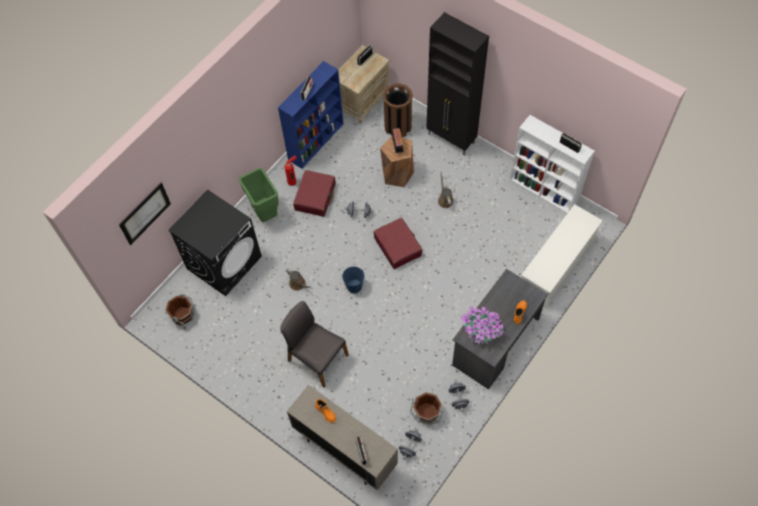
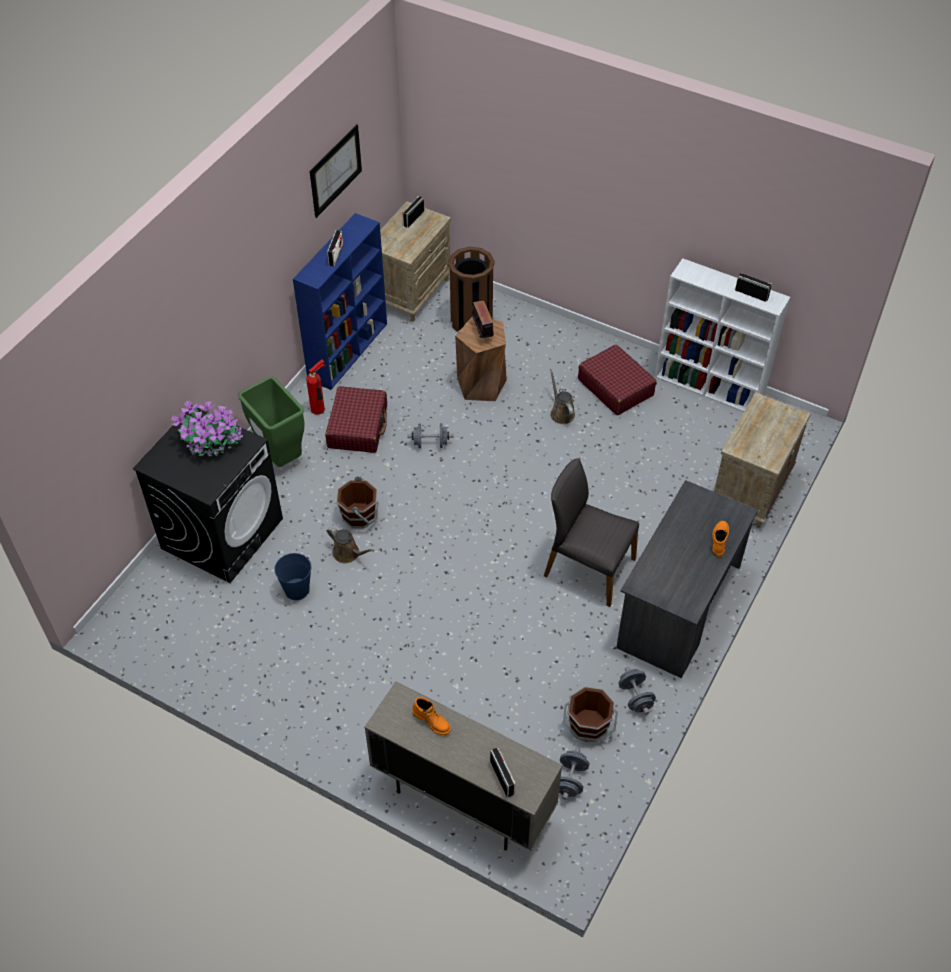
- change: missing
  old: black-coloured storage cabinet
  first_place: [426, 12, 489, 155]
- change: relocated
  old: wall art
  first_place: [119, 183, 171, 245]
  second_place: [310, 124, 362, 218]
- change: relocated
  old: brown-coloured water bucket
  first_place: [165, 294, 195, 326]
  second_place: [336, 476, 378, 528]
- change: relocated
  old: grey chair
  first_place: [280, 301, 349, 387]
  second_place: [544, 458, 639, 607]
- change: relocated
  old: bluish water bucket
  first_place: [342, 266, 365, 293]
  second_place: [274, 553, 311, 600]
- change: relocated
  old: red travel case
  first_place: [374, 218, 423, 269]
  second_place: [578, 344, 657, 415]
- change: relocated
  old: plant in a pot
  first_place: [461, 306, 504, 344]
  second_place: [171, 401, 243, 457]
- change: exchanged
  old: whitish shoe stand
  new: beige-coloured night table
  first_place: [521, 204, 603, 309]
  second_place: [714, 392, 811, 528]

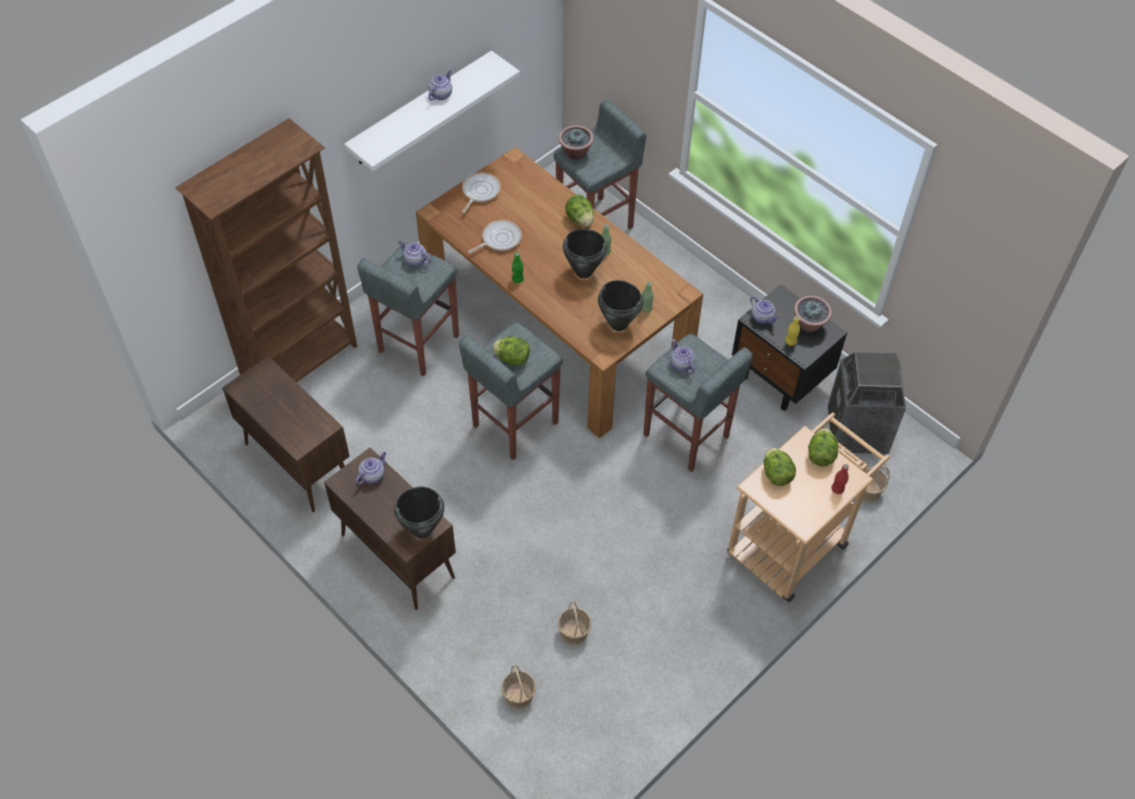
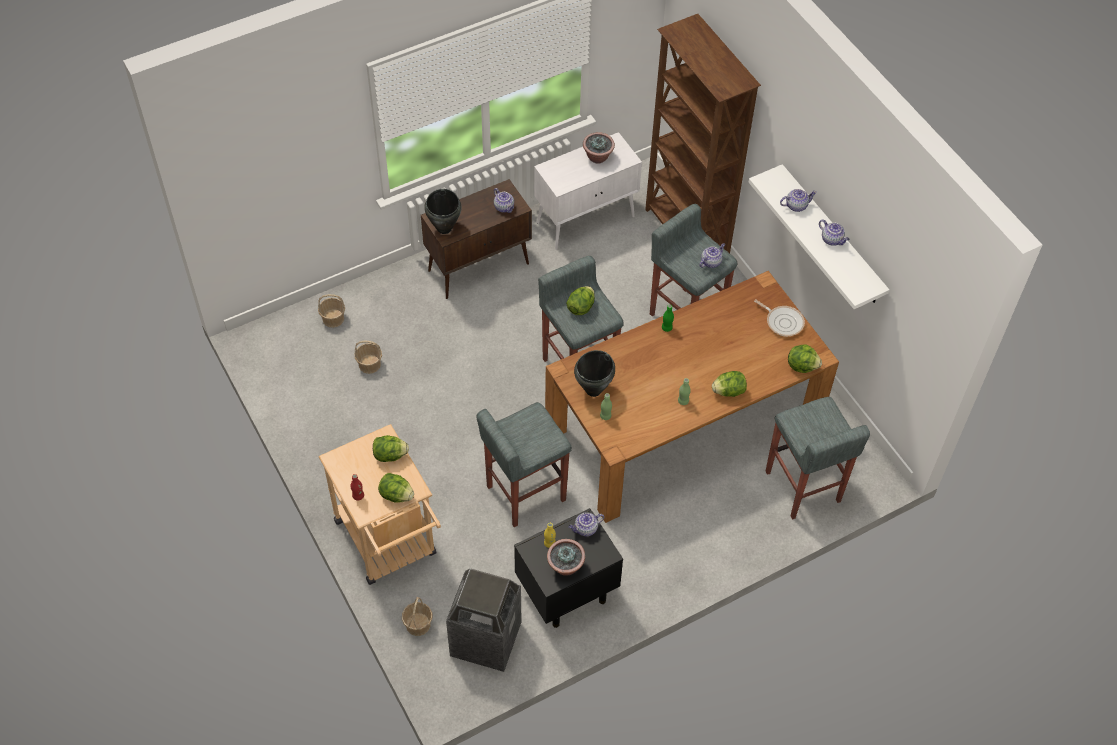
- change: missing
  old: skillet
  first_place: [468, 220, 522, 253]
- change: missing
  old: black-coloured cooking pot
  first_place: [563, 229, 607, 279]
- change: appeared
  new: head of lettuce
  second_place: [788, 344, 822, 373]
- change: relocated
  old: plant in a pot
  first_place: [559, 125, 594, 160]
  second_place: [583, 132, 615, 164]
- change: relocated
  old: teapot
  first_place: [670, 339, 695, 374]
  second_place: [780, 189, 817, 212]
- change: colour
  old: brown-coloured storage cabinet
  new: whitish storage cabinet
  first_place: [222, 356, 350, 512]
  second_place: [534, 132, 642, 250]

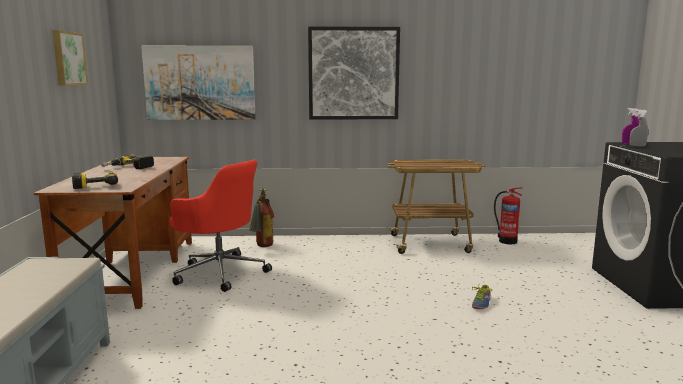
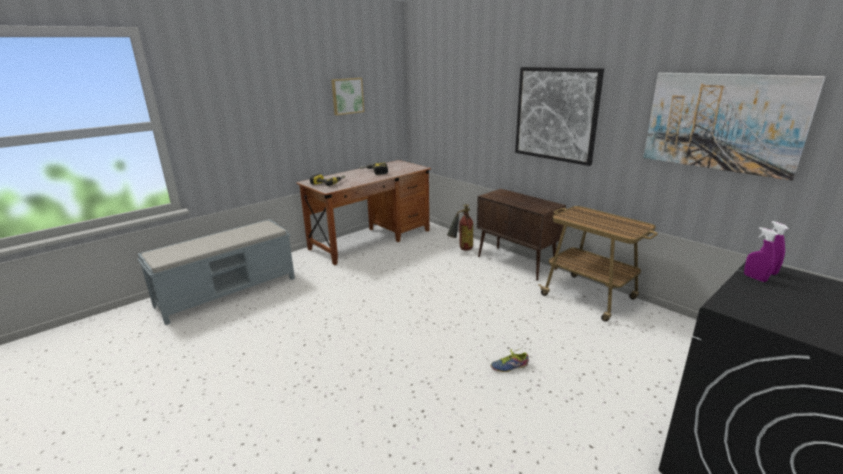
- change: missing
  old: red desk chair
  first_place: [169, 160, 272, 292]
- change: missing
  old: fire-fighting cylinder
  first_place: [494, 187, 522, 244]
- change: appeared
  new: brown-coloured storage cabinet
  second_place: [477, 189, 566, 281]
- change: relocated
  old: wall art
  first_place: [141, 46, 256, 120]
  second_place: [643, 73, 825, 181]
- change: colour
  old: grey sprayer
  new: purple-coloured sprayer
  first_place: [630, 109, 648, 147]
  second_place: [744, 227, 778, 282]

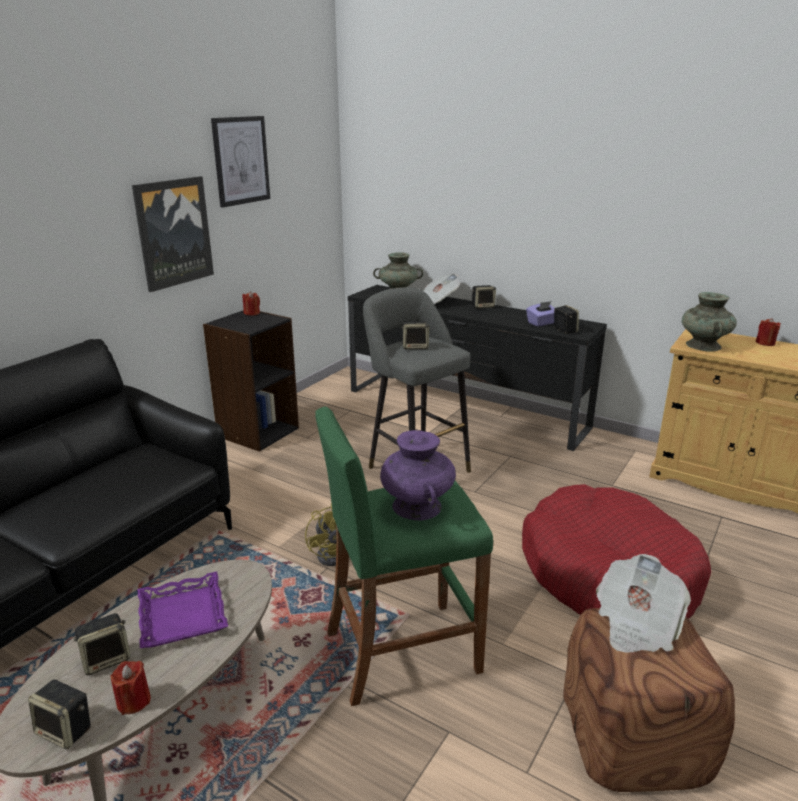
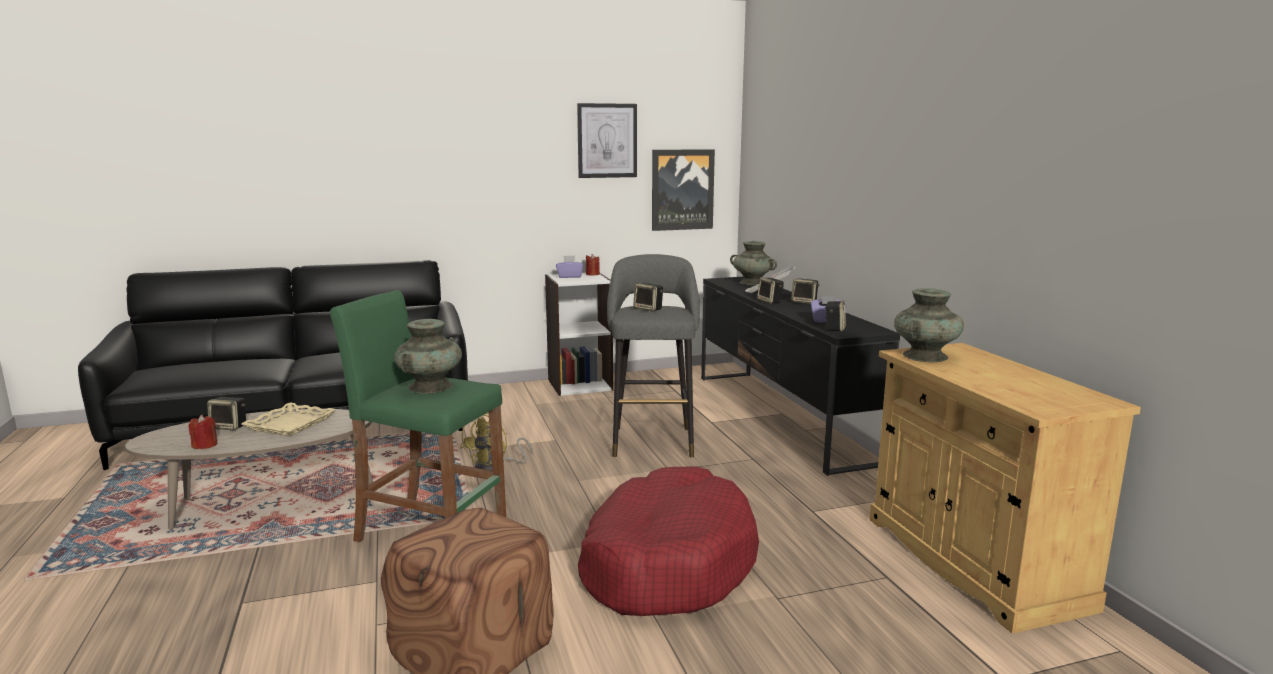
- change: missing
  old: daily paper
  first_place: [596, 554, 691, 652]
- change: missing
  old: red candle
  first_place: [756, 318, 781, 346]
- change: appeared
  new: purple-coloured tissue box
  second_place: [556, 255, 583, 278]
- change: relocated
  old: speaker
  first_place: [28, 680, 91, 749]
  second_place: [757, 277, 784, 304]
- change: relocated
  old: wall art
  first_place: [132, 176, 214, 292]
  second_place: [652, 149, 715, 231]
- change: colour
  old: purple-coloured serving tray
  new: beige-coloured serving tray
  first_place: [138, 572, 228, 648]
  second_place: [241, 403, 336, 436]
- change: colour
  old: black-coloured bookshelf
  new: whitish bookshelf
  first_place: [203, 311, 299, 452]
  second_place: [545, 273, 613, 396]
- change: colour
  old: purple-coloured decorative vase
  new: blue-green decorative vase
  first_place: [380, 430, 456, 521]
  second_place: [394, 319, 462, 394]

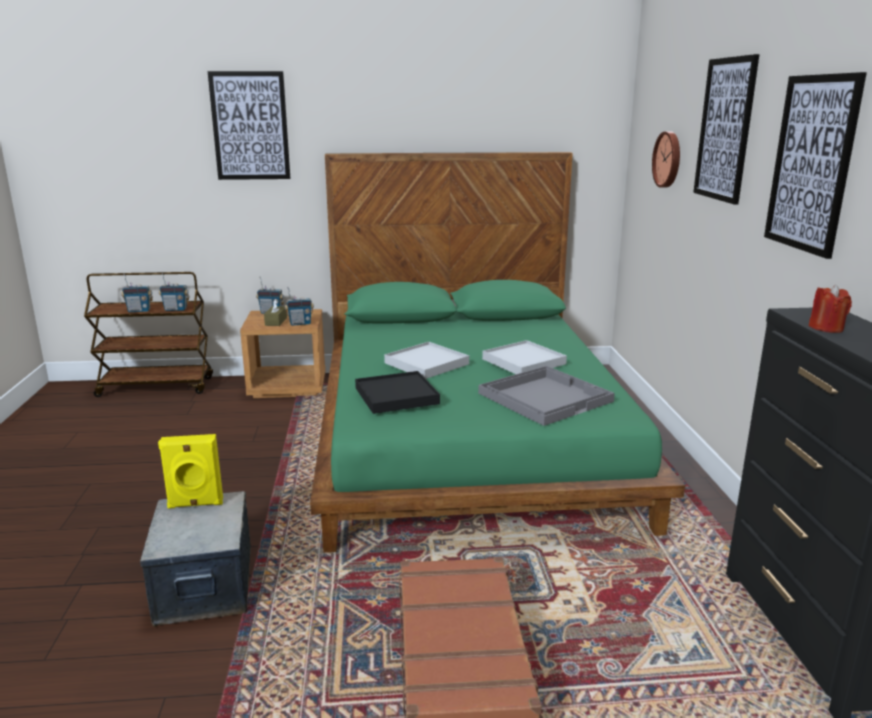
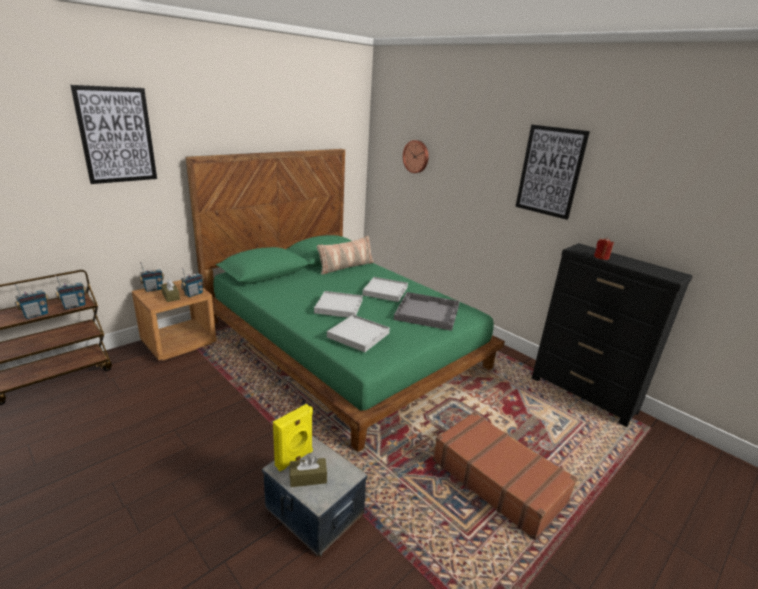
- change: missing
  old: wall art
  first_place: [693, 54, 759, 205]
- change: appeared
  new: brown-coloured tissue box
  second_place: [289, 456, 327, 487]
- change: appeared
  new: throw pillow
  second_place: [317, 236, 374, 275]
- change: colour
  old: black-coloured serving tray
  new: whitish serving tray
  first_place: [355, 371, 440, 414]
  second_place: [327, 315, 390, 352]

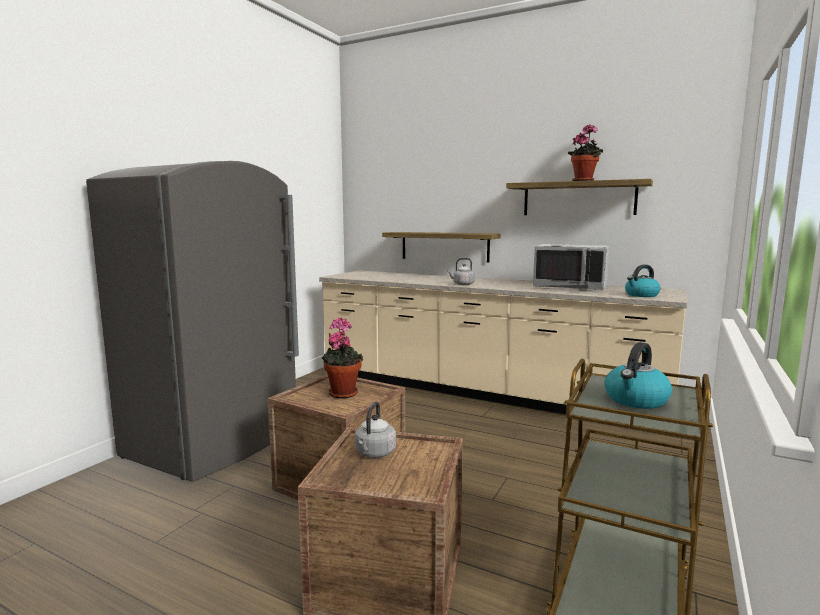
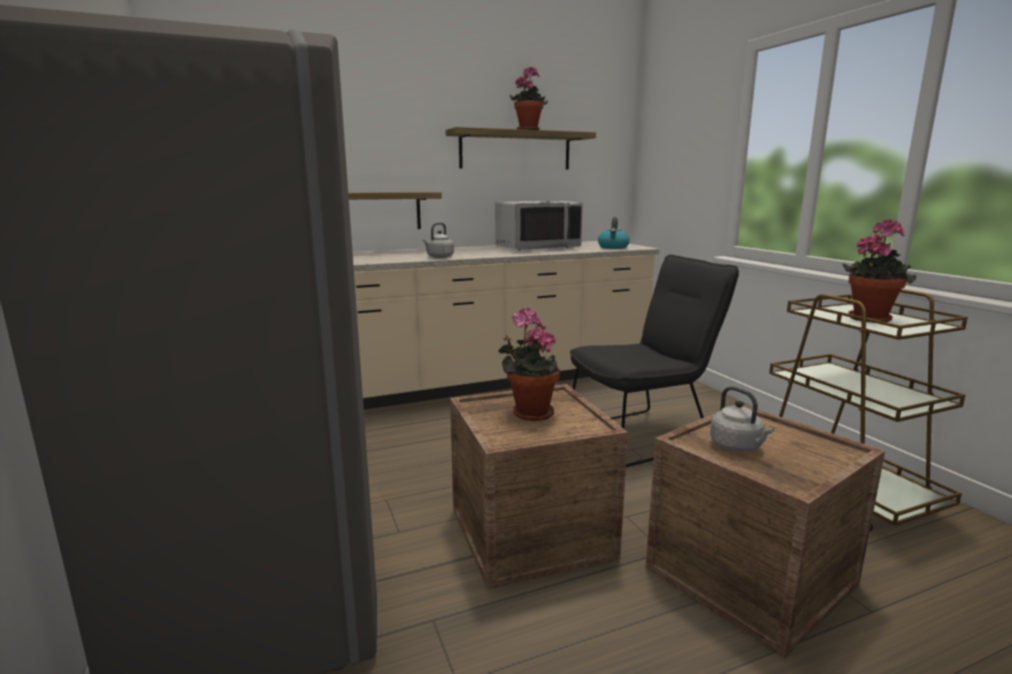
- change: appeared
  new: black-coloured chair
  second_place: [570, 255, 739, 467]
- change: exchanged
  old: tea kettle
  new: plant in a pot
  first_place: [605, 342, 672, 409]
  second_place: [842, 218, 916, 323]

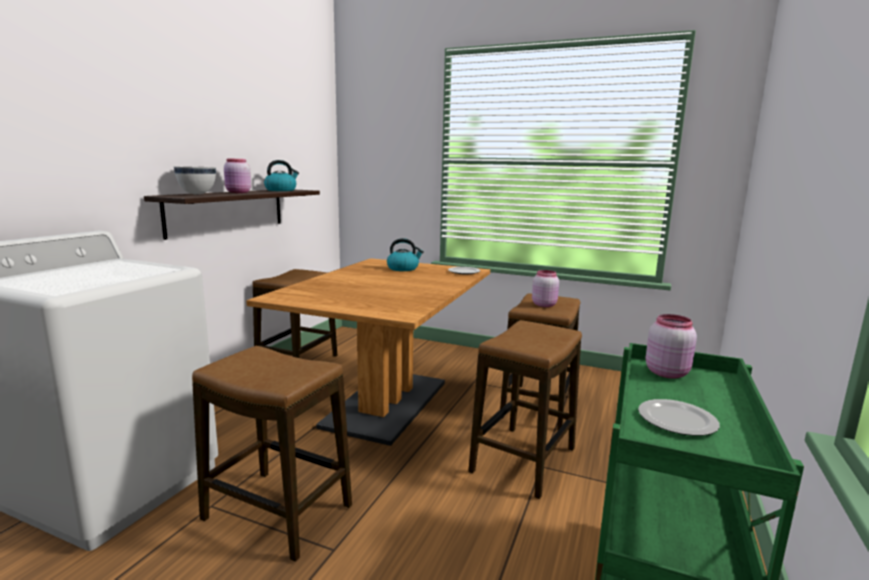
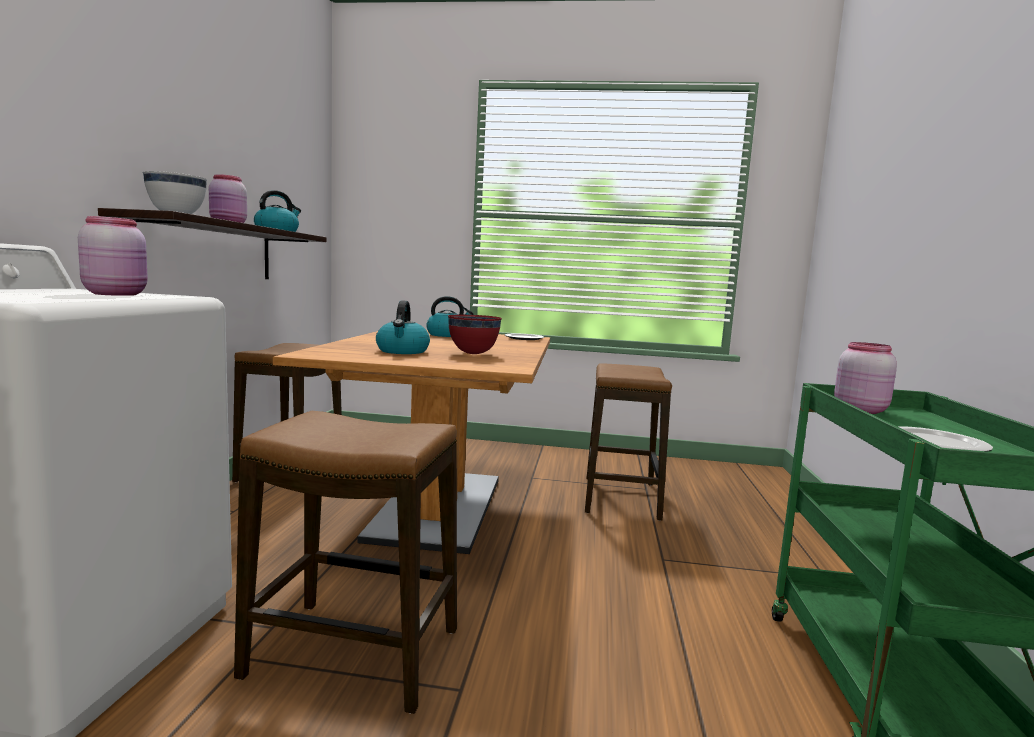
- change: missing
  old: stool
  first_place: [468, 320, 582, 499]
- change: appeared
  new: tea kettle
  second_place: [376, 300, 430, 354]
- change: appeared
  new: red deep dish
  second_place: [448, 315, 502, 354]
- change: relocated
  old: pinkish preserve jar
  first_place: [532, 270, 559, 307]
  second_place: [78, 216, 148, 296]

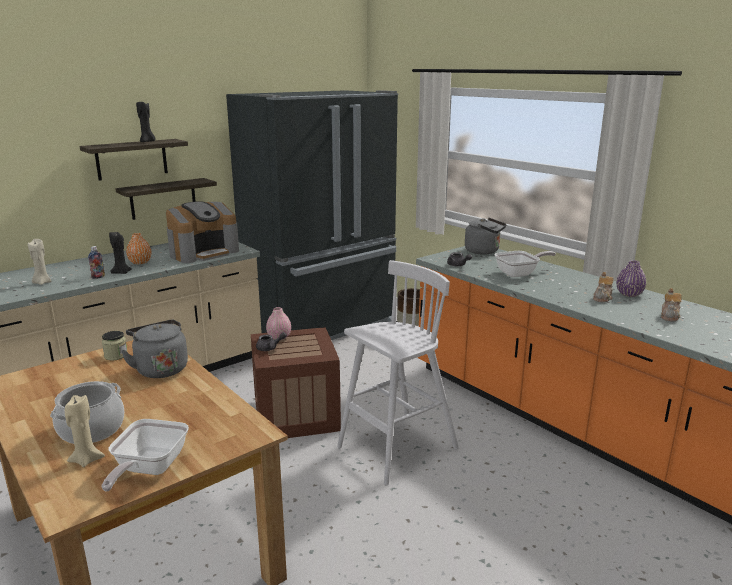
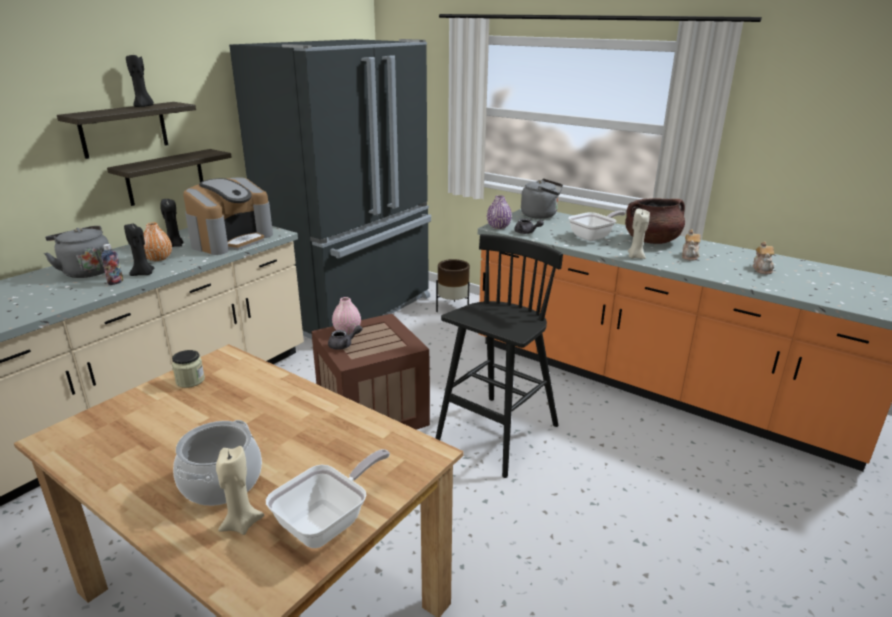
- change: appeared
  new: black-coloured candle
  second_place: [160, 199, 183, 247]
- change: appeared
  new: brown-coloured cooking pot
  second_place: [625, 198, 685, 244]
- change: relocated
  old: beige-coloured candle
  first_place: [28, 239, 51, 285]
  second_place: [628, 209, 650, 259]
- change: relocated
  old: grey tea kettle
  first_place: [121, 319, 188, 378]
  second_place: [44, 226, 109, 278]
- change: relocated
  old: purple-coloured decorative vase
  first_place: [616, 260, 646, 297]
  second_place: [487, 195, 512, 229]
- change: colour
  old: whitish stool
  new: black-coloured stool
  first_place: [337, 260, 459, 485]
  second_place: [436, 234, 563, 478]
- change: spun
  old: skillet
  first_place: [101, 419, 189, 491]
  second_place: [266, 449, 390, 548]
  degrees: -135

